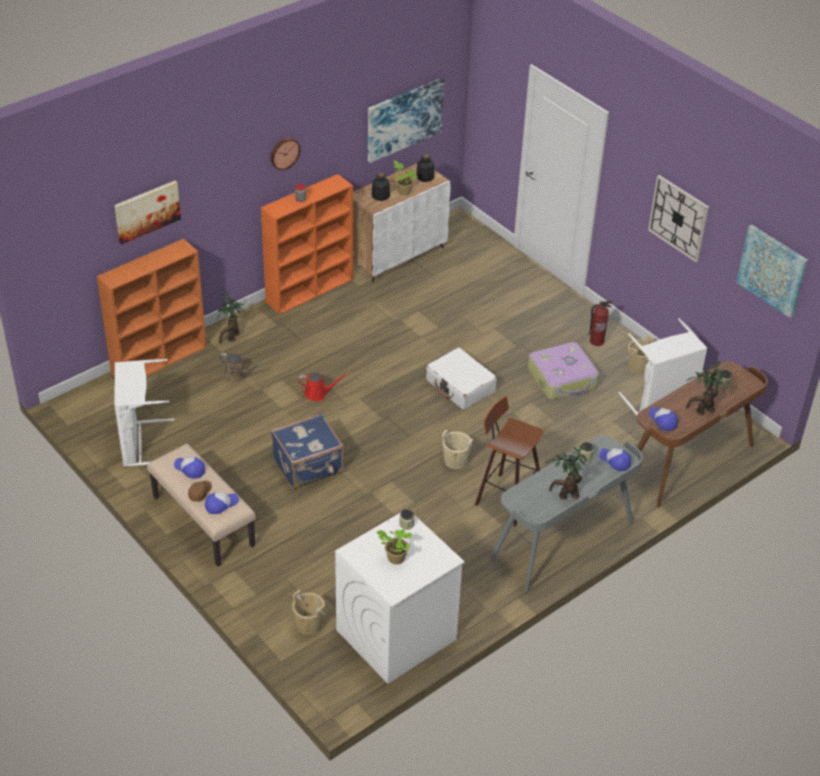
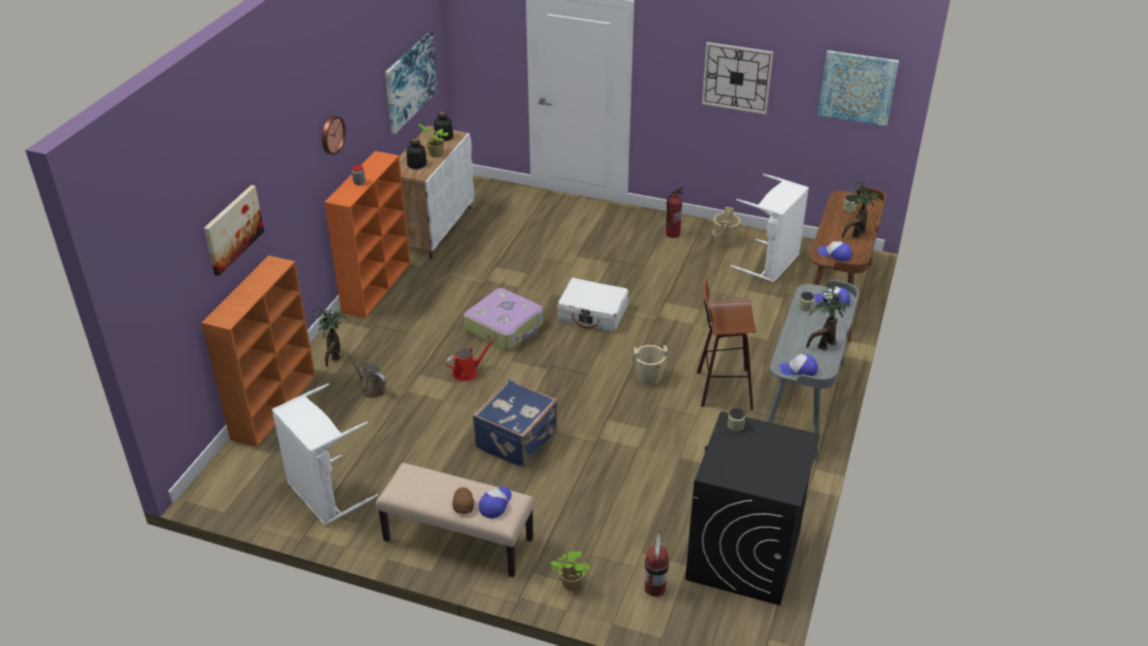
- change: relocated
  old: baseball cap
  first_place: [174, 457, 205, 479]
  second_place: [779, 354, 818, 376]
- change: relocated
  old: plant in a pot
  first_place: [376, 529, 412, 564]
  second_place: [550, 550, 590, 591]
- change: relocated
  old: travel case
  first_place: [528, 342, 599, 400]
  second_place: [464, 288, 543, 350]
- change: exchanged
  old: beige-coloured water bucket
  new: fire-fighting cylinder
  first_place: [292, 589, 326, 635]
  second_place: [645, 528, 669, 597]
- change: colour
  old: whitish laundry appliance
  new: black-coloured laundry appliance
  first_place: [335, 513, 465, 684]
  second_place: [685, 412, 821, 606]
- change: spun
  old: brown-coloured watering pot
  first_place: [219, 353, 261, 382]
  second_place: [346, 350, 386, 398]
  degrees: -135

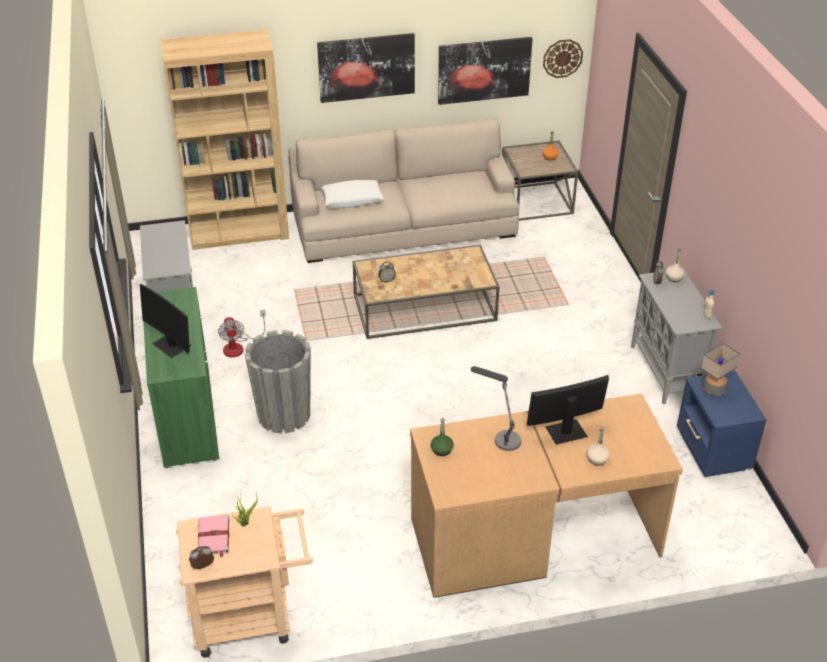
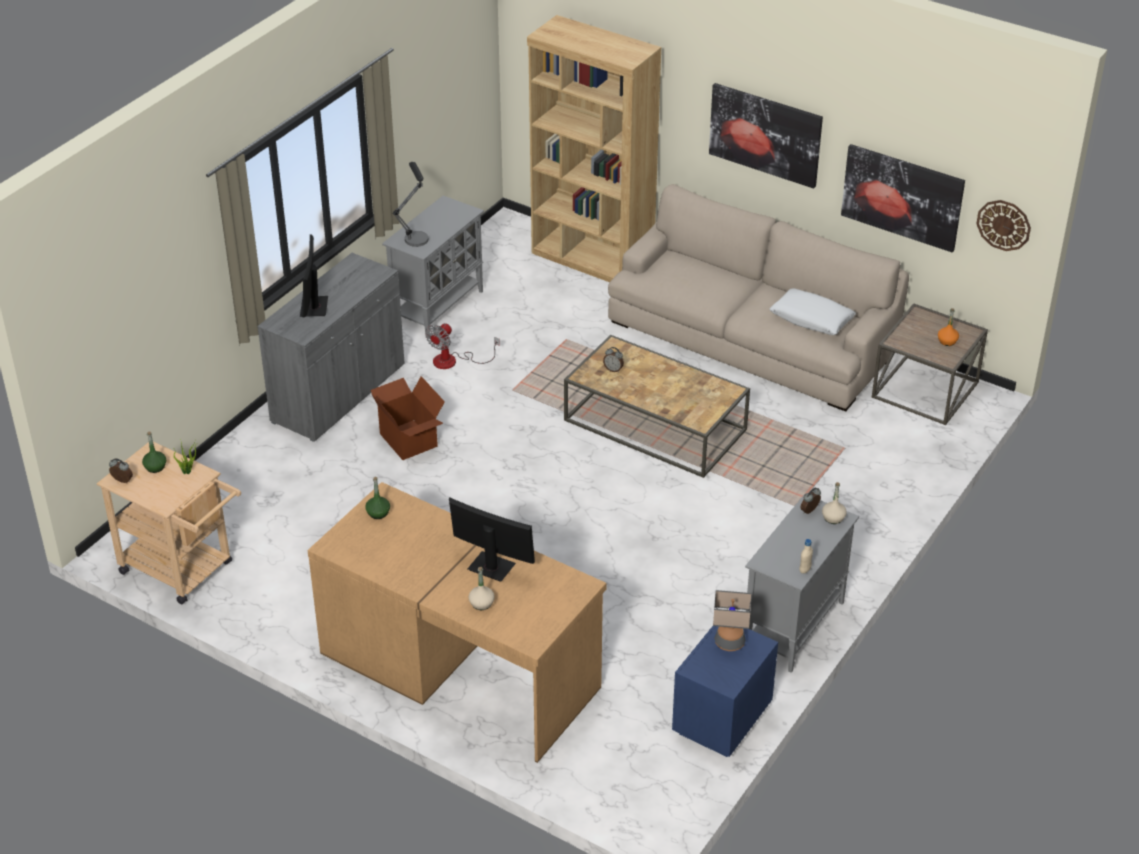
- change: relocated
  old: whitish throw pillow
  first_place: [320, 180, 384, 208]
  second_place: [769, 288, 856, 335]
- change: relocated
  old: table lamp
  first_place: [471, 366, 521, 451]
  second_place: [393, 162, 428, 247]
- change: exchanged
  old: pinkish bound book
  new: green-coloured bottle
  first_place: [198, 515, 230, 557]
  second_place: [142, 431, 166, 473]
- change: exchanged
  old: grey flower pot
  new: packing box
  first_place: [245, 330, 311, 434]
  second_place: [370, 376, 445, 460]
- change: colour
  old: green-coloured storage cabinet
  new: grey storage cabinet
  first_place: [143, 287, 219, 468]
  second_place: [257, 253, 405, 442]

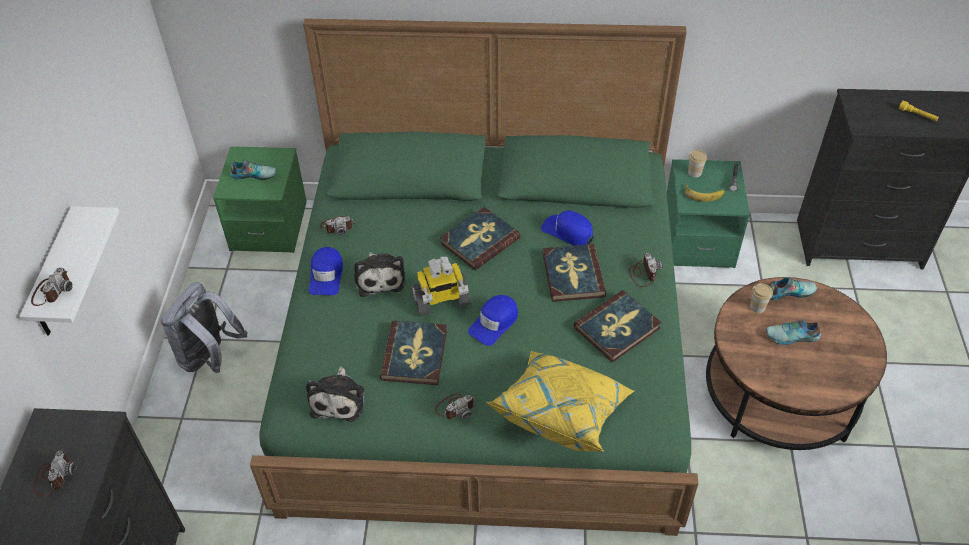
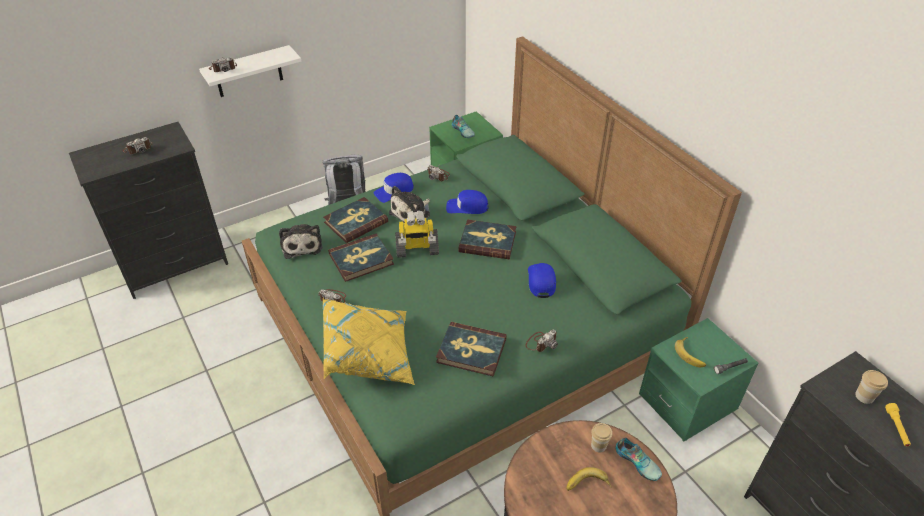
- change: relocated
  old: bluish baseball cap
  first_place: [468, 295, 518, 346]
  second_place: [446, 190, 489, 214]
- change: relocated
  old: bound book
  first_place: [543, 244, 606, 302]
  second_place: [323, 197, 388, 243]
- change: relocated
  old: small cup
  first_place: [688, 150, 707, 177]
  second_place: [855, 370, 888, 404]
- change: exchanged
  old: item of footwear
  new: whole banana
  first_place: [766, 319, 821, 345]
  second_place: [567, 467, 611, 491]
- change: spun
  old: plush toy
  first_place: [306, 367, 364, 422]
  second_place: [279, 224, 322, 259]
  degrees: -75
- change: spun
  old: robot figure
  first_place: [411, 257, 471, 316]
  second_place: [395, 210, 439, 258]
  degrees: -45

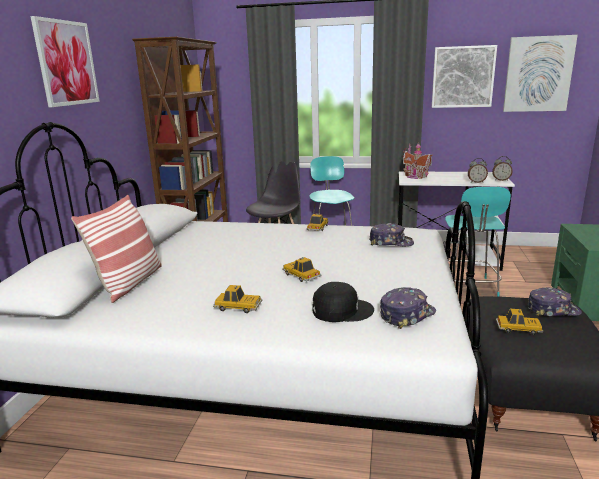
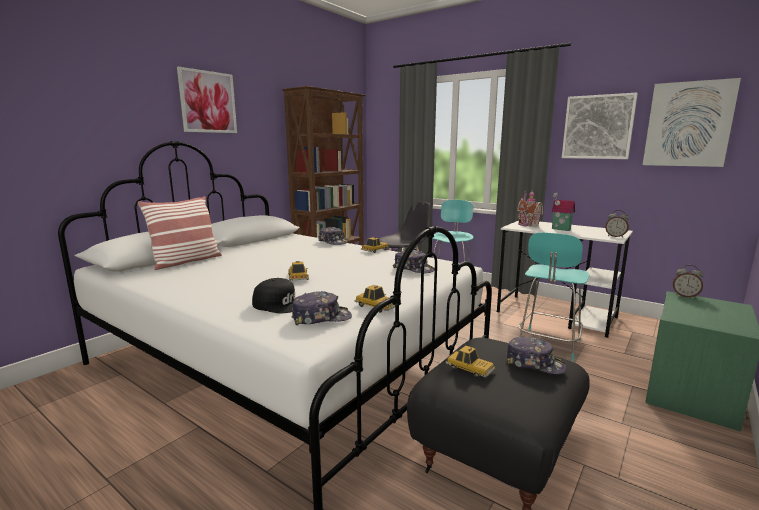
- change: appeared
  new: baseball cap
  second_place: [318, 227, 348, 245]
- change: appeared
  new: toy house
  second_place: [551, 192, 575, 231]
- change: relocated
  old: toy car
  first_place: [213, 285, 262, 313]
  second_place: [354, 285, 395, 312]
- change: relocated
  old: alarm clock
  first_place: [468, 158, 488, 183]
  second_place: [673, 265, 703, 298]

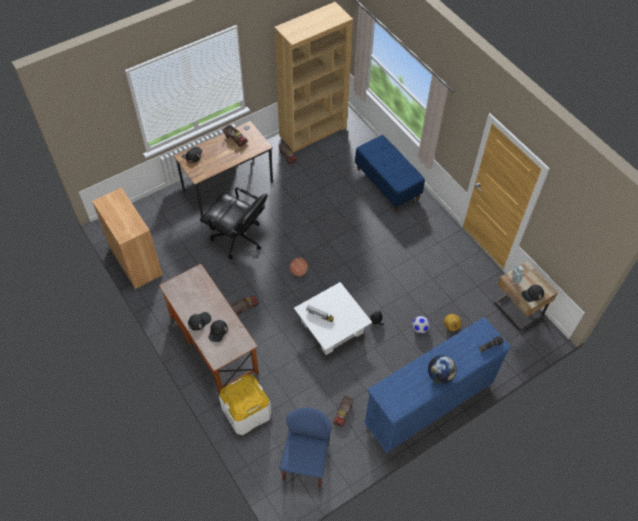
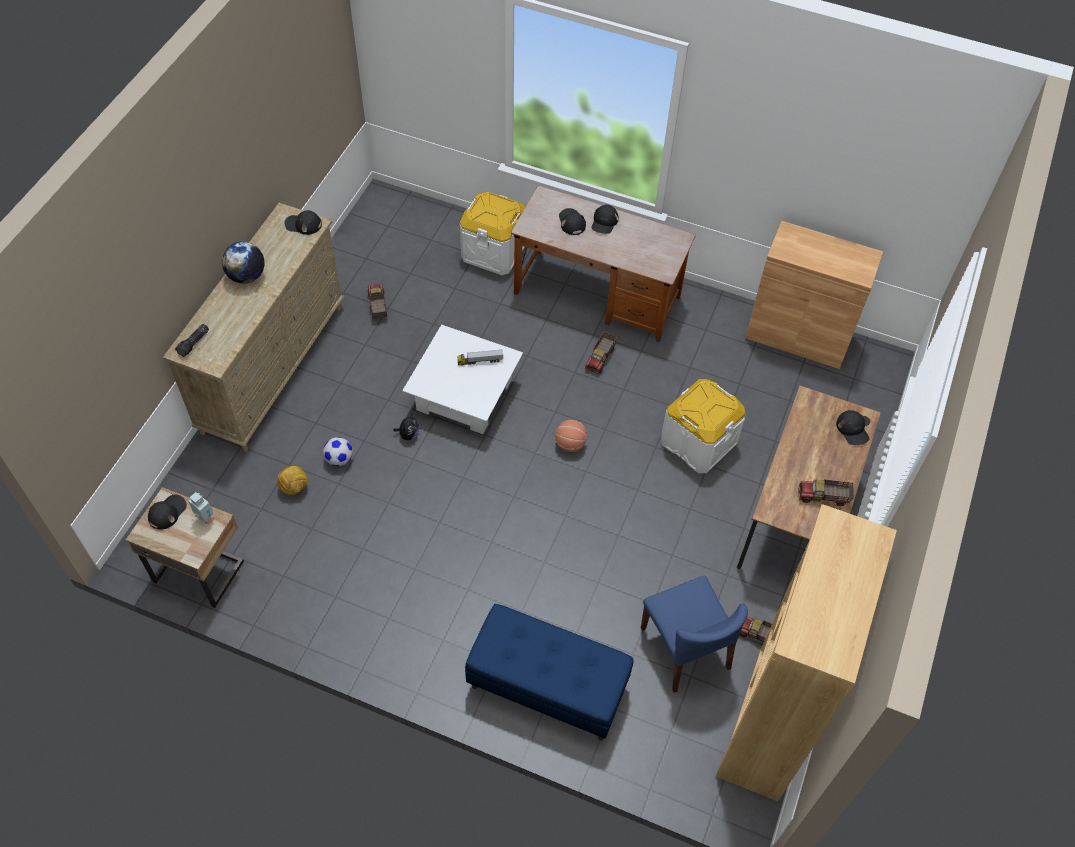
- change: appeared
  new: black-coloured baseball cap
  second_place: [284, 210, 322, 235]
- change: relocated
  old: bluish chair
  first_place: [279, 407, 332, 487]
  second_place: [641, 576, 748, 693]
- change: exchanged
  old: black-coloured desk chair
  new: whitish storage box
  first_place: [200, 187, 268, 259]
  second_place: [661, 379, 745, 473]
- change: colour
  old: bluish dresser
  new: beige-coloured dresser
  first_place: [364, 317, 511, 454]
  second_place: [163, 203, 344, 452]

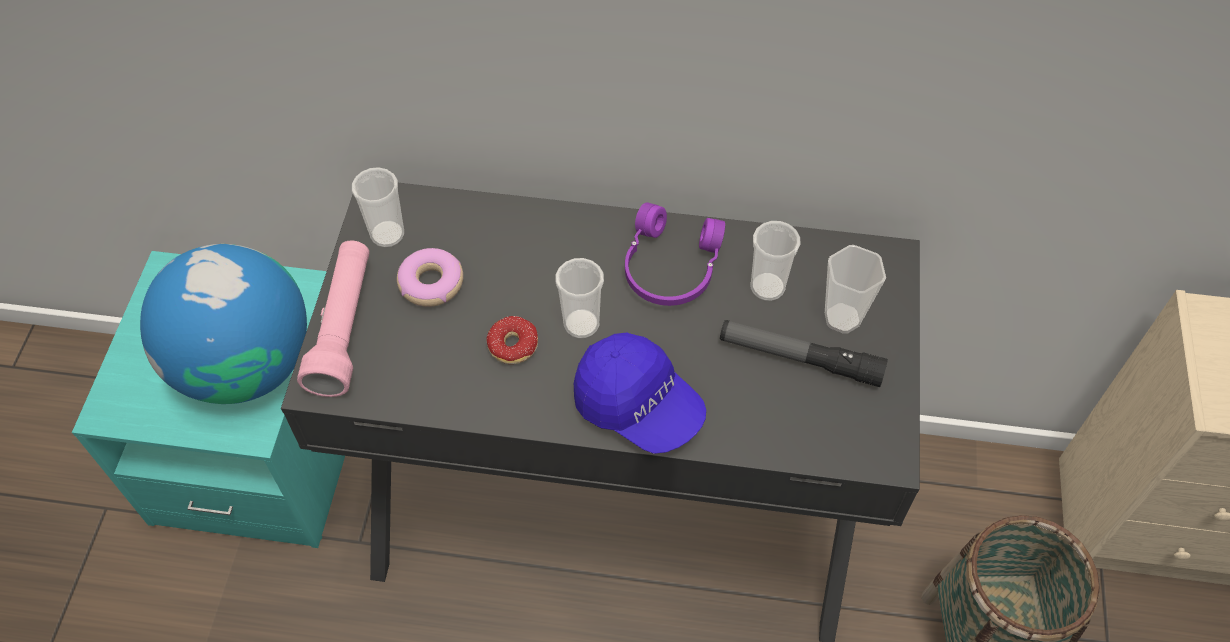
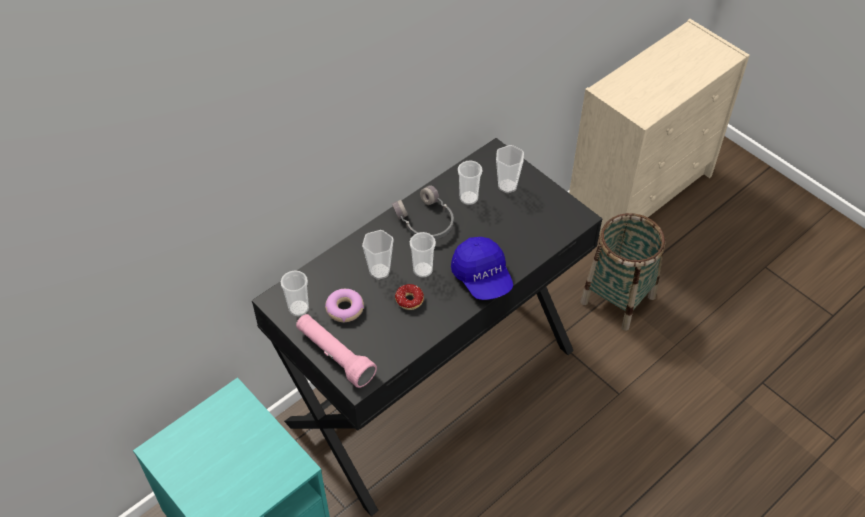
- change: missing
  old: desk globe
  first_place: [140, 244, 307, 404]
- change: missing
  old: hand torch
  first_place: [720, 320, 888, 387]
- change: appeared
  new: small cup
  second_place: [362, 230, 394, 280]
- change: colour
  old: purple-coloured headphones
  new: grey headphones
  first_place: [625, 203, 725, 306]
  second_place: [392, 185, 454, 239]
- change: spun
  old: bluish baseball cap
  first_place: [574, 333, 706, 454]
  second_place: [451, 237, 513, 300]
  degrees: 75

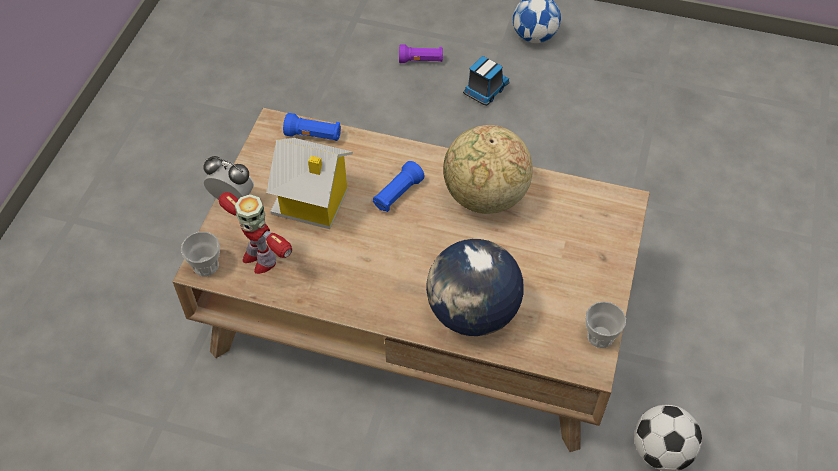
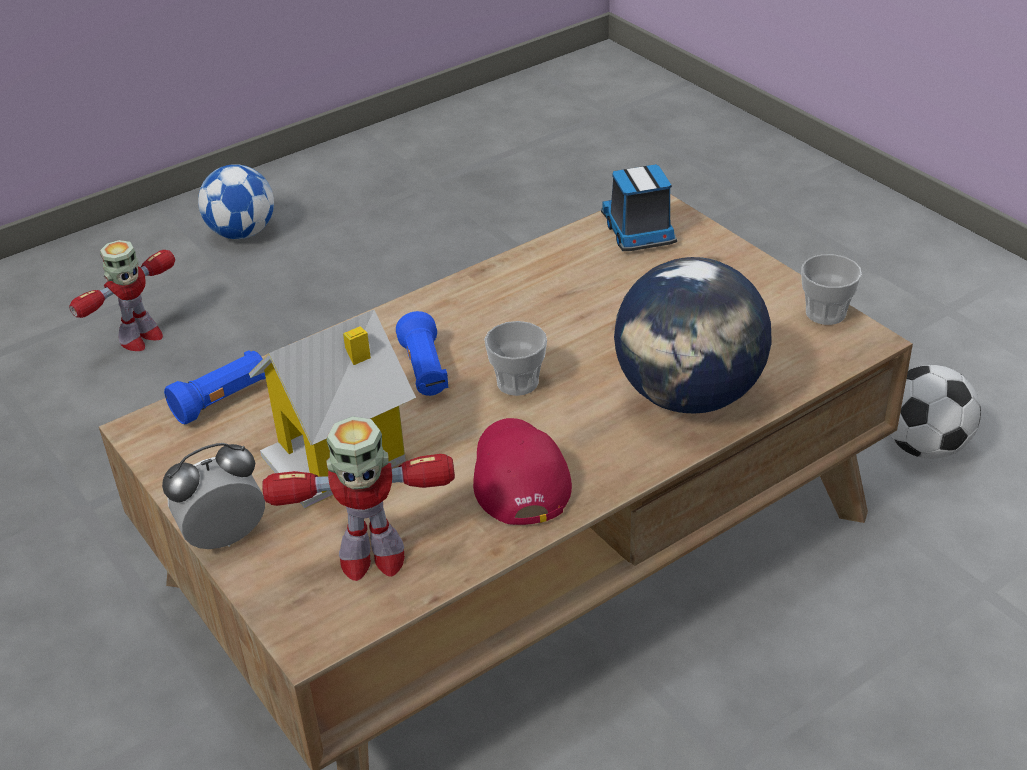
- change: missing
  old: desk globe
  first_place: [443, 125, 533, 214]
- change: appeared
  new: red baseball cap
  second_place: [473, 418, 572, 525]
- change: relocated
  old: small cup
  first_place: [181, 232, 220, 276]
  second_place: [484, 321, 547, 396]
- change: relocated
  old: toy truck
  first_place: [463, 56, 510, 106]
  second_place: [601, 164, 677, 251]
- change: exchanged
  old: purple-coloured hand torch
  new: robot figure
  first_place: [399, 44, 443, 63]
  second_place: [69, 240, 175, 351]

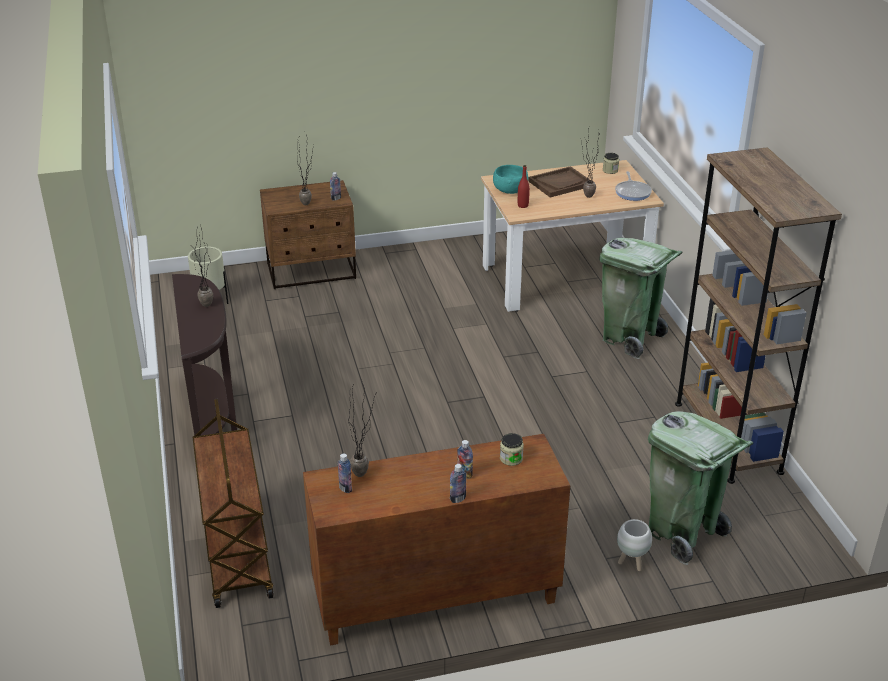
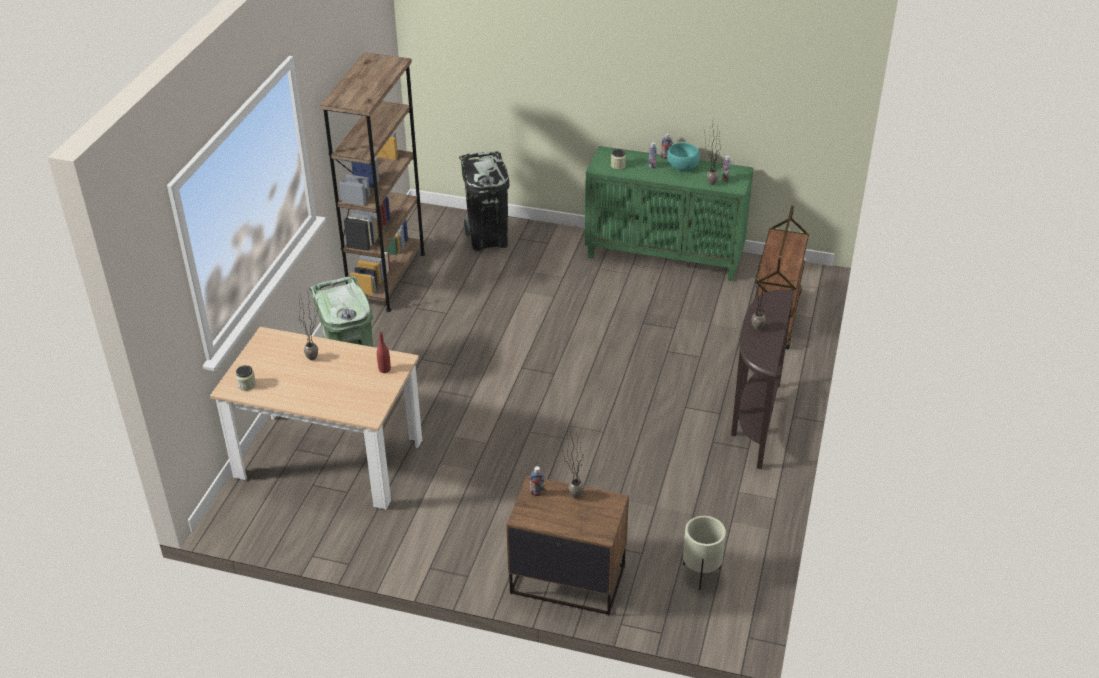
- change: missing
  old: brown-coloured serving tray
  first_place: [528, 166, 589, 197]
- change: missing
  old: skillet
  first_place: [615, 171, 652, 201]
- change: missing
  old: whitish flower pot
  first_place: [617, 519, 652, 571]
- change: relocated
  old: blue-green deep dish
  first_place: [493, 165, 528, 194]
  second_place: [667, 143, 700, 171]
- change: colour
  old: brown-coloured storage cabinet
  new: green-coloured storage cabinet
  first_place: [303, 434, 570, 646]
  second_place: [585, 146, 753, 281]
- change: colour
  old: green-coloured rubbish bin
  new: black-coloured rubbish bin
  first_place: [648, 411, 753, 565]
  second_place: [459, 151, 509, 251]

